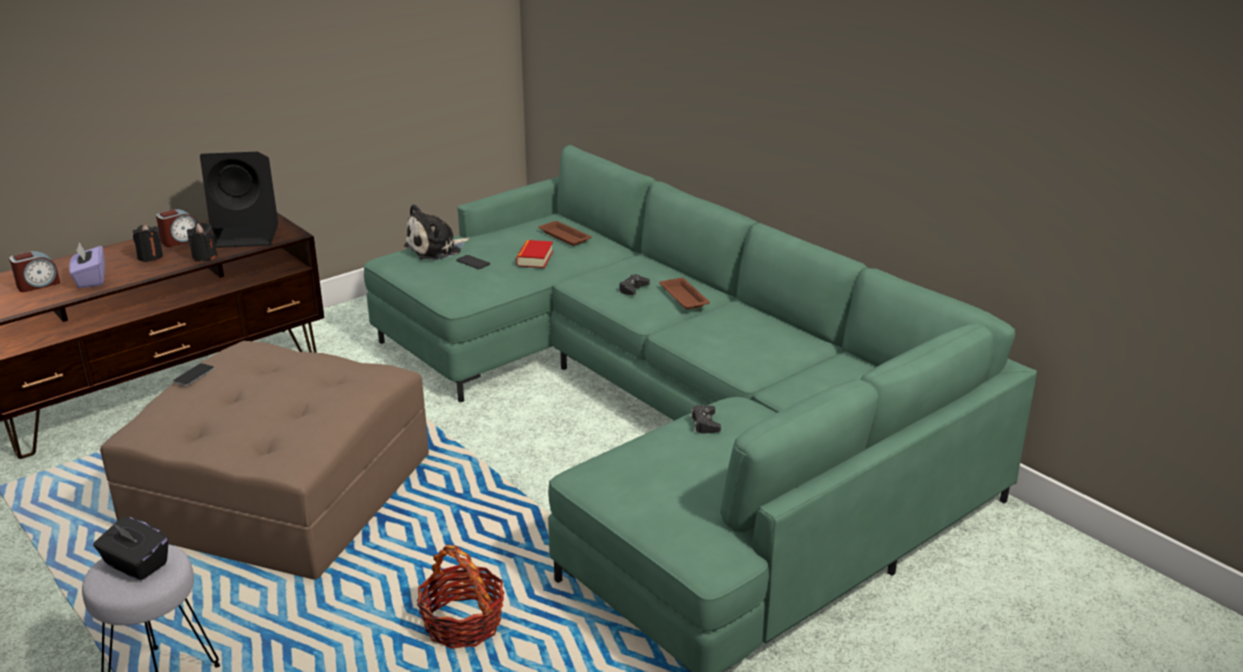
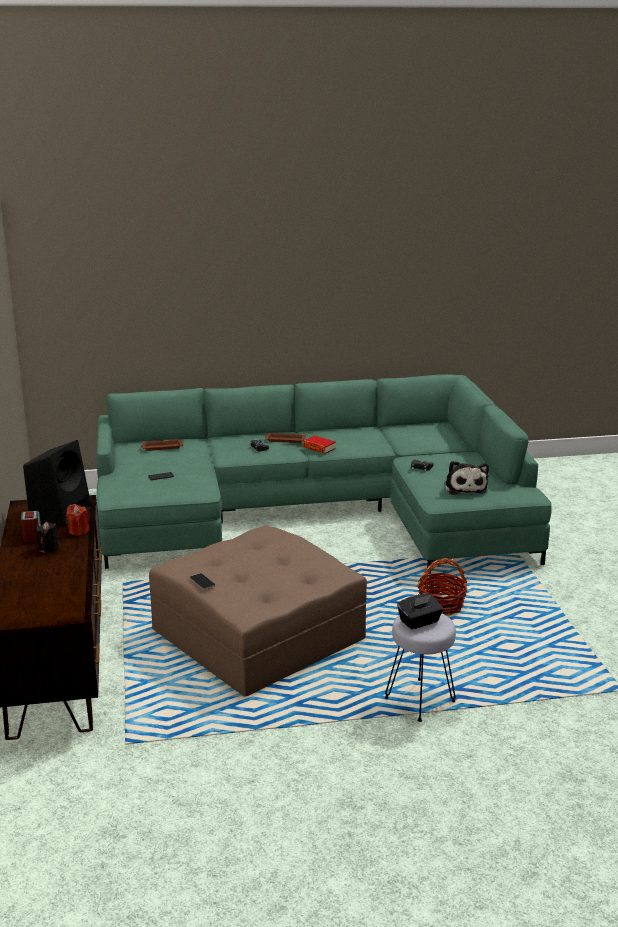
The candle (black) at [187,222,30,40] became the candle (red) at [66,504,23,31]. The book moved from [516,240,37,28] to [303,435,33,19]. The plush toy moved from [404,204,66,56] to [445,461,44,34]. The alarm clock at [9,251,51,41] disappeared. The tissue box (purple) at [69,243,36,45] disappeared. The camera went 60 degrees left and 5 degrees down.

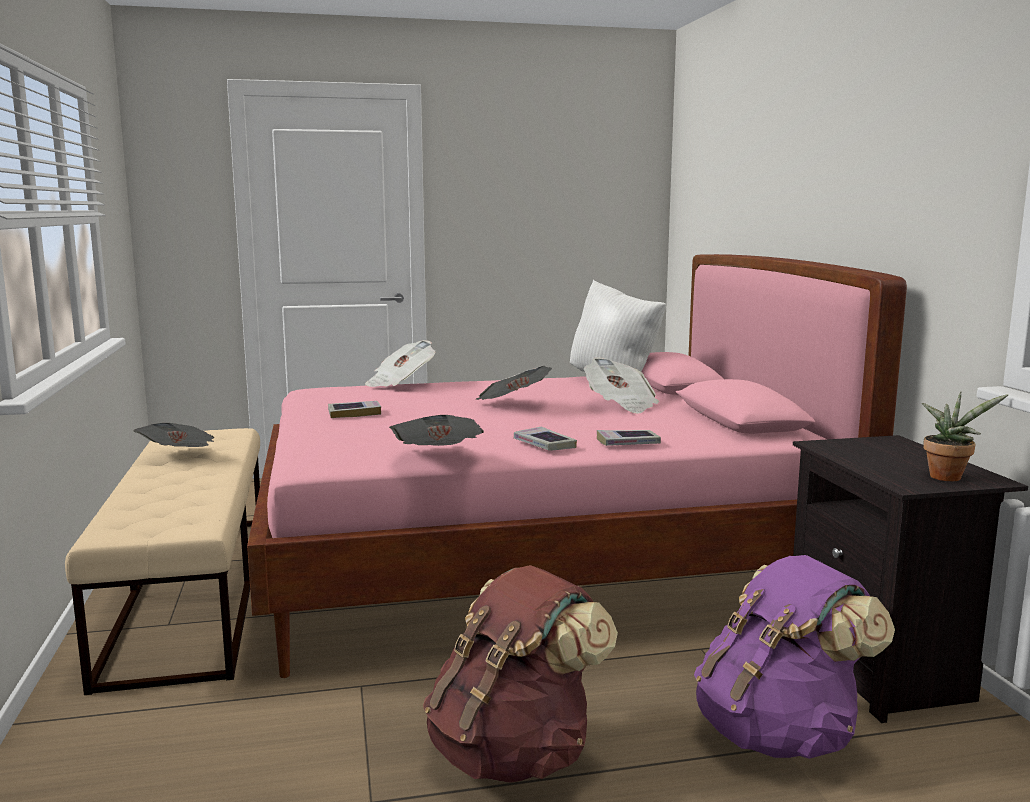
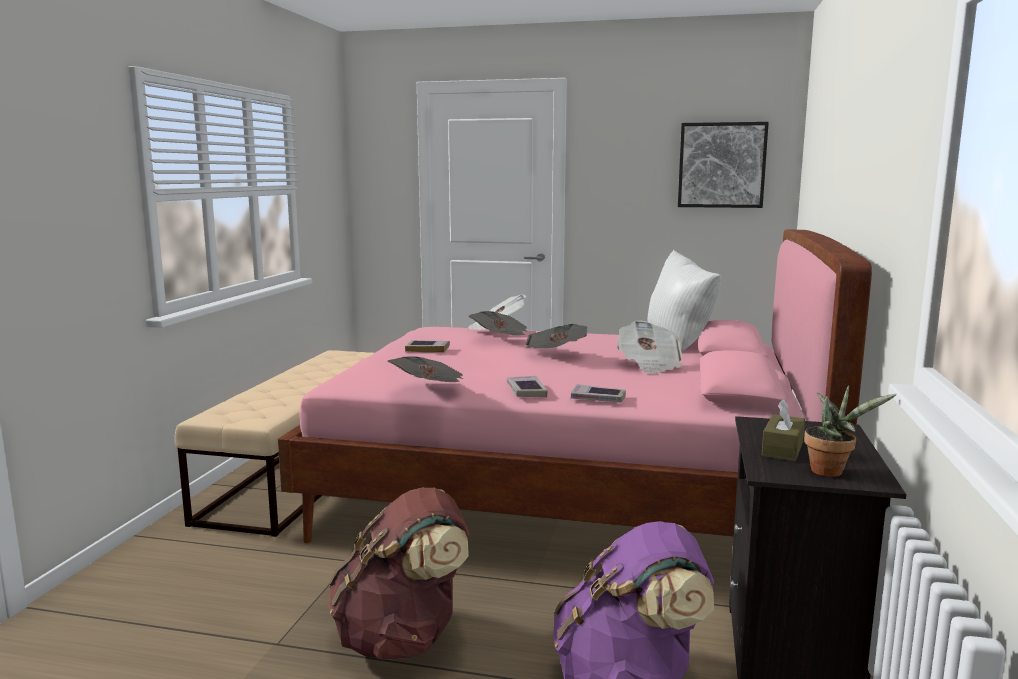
The newspaper moved from [133,423,81,24] to [469,311,58,25]. The picture at [678,122,91,86] appeared. The tissue box (brown) at [761,400,44,61] appeared. The camera went 25 degrees right and 0 degrees up.

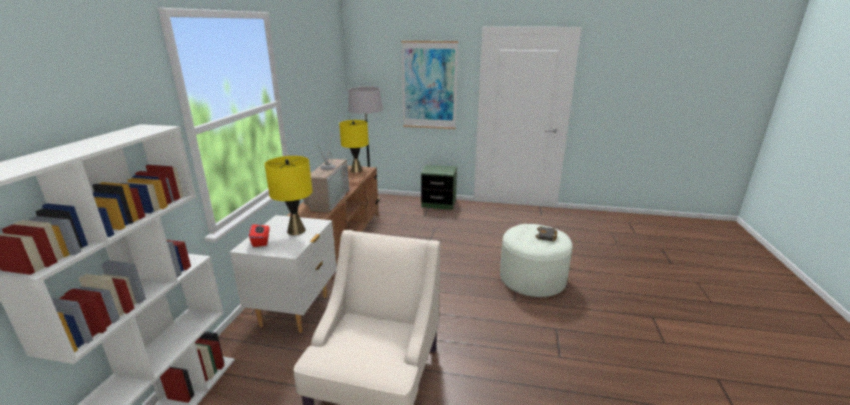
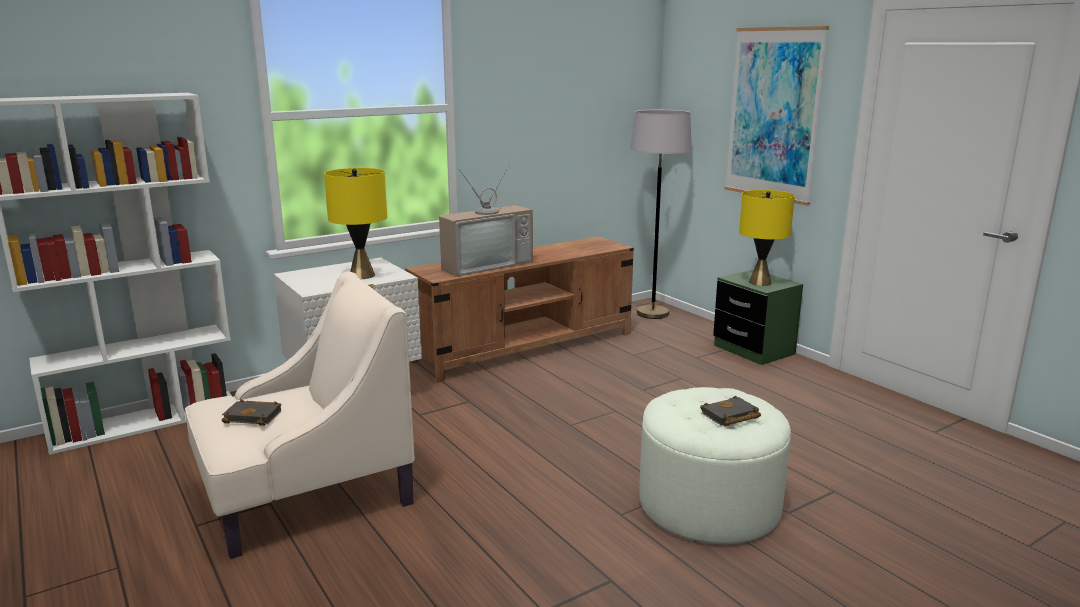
The book (black) at [222,400,59,26] appeared. The table lamp (yellow) moved from [339,120,30,53] to [739,190,56,96]. The tissue box (red) at [249,222,20,25] disappeared. The camera went 45 degrees right and 5 degrees down.

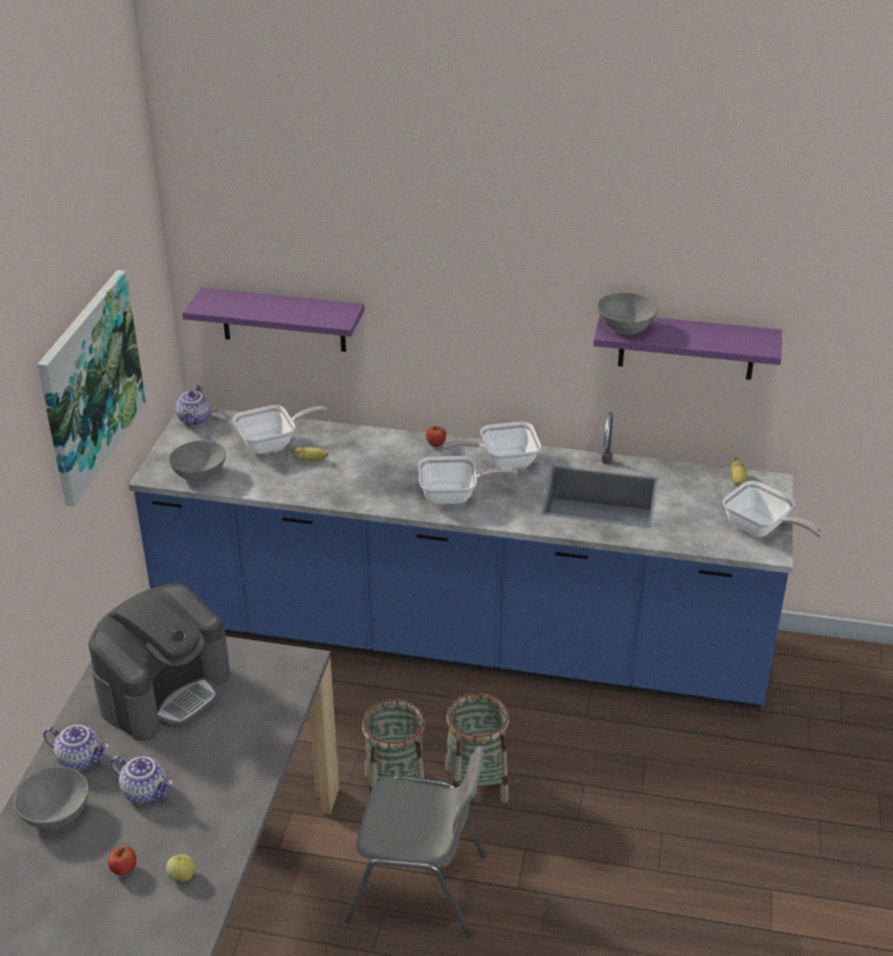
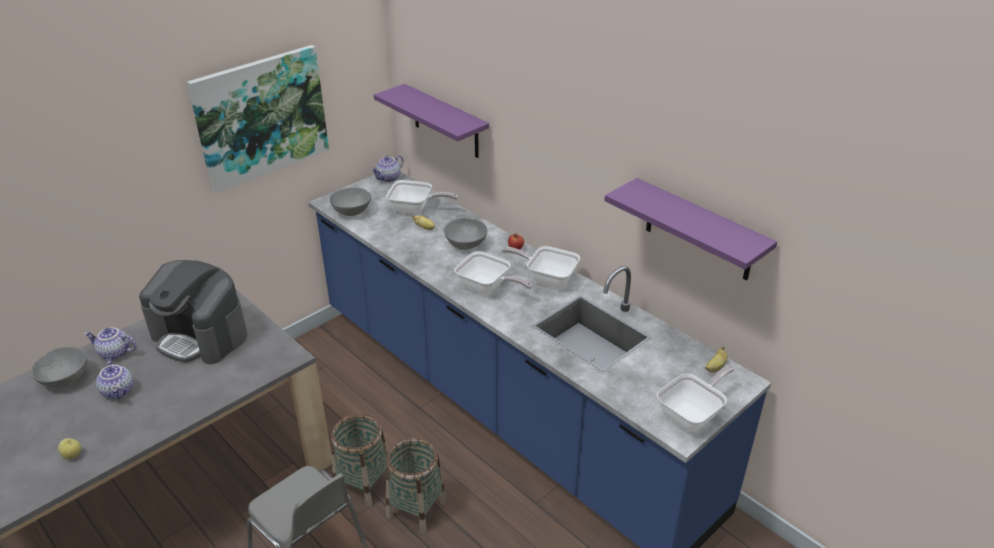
The teapot at [43,725,66,46] turned 135 degrees clockwise. The coffee machine at [89,584,141,157] turned 45 degrees clockwise. The bowl (grey) moved from [597,293,60,41] to [444,218,43,32]. The frying pan at [723,481,100,56] turned 120 degrees counterclockwise. The apple at [108,846,28,30] disappeared. The camera went 35 degrees right and 0 degrees up.

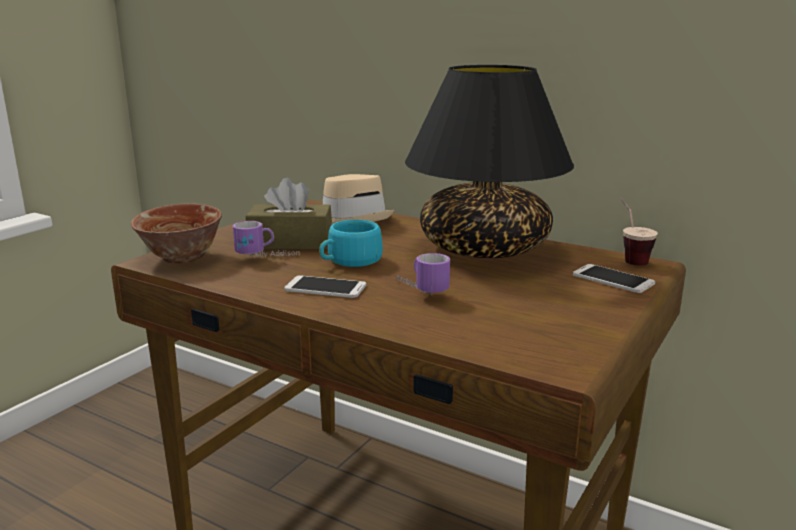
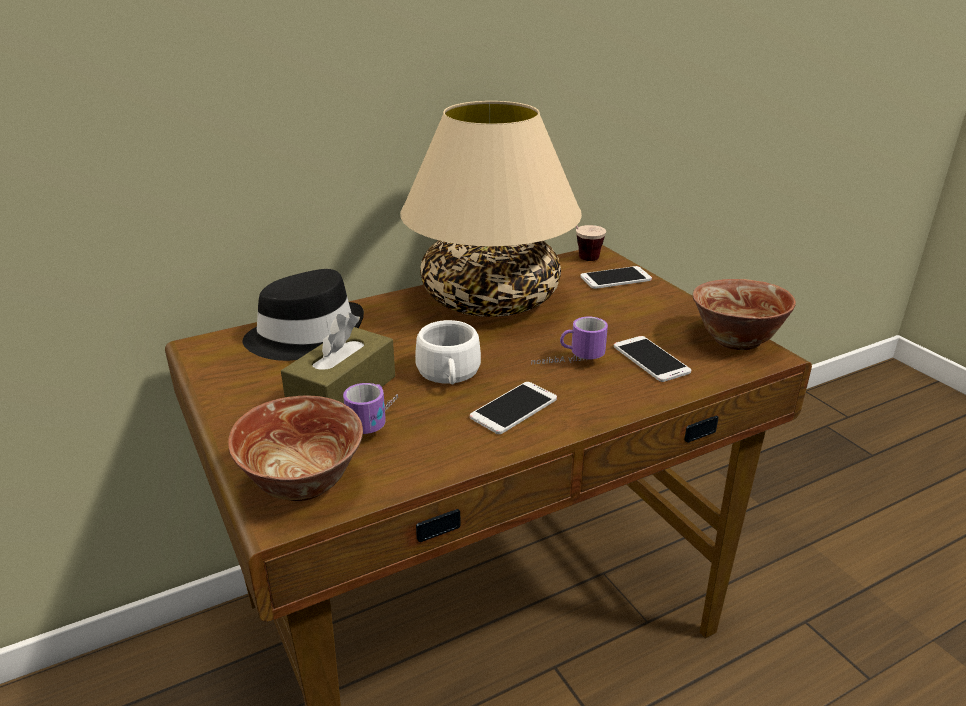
The hat (beige) at [322,174,72,51] became the hat (black) at [242,269,122,92]. The table lamp (black) at [405,65,169,193] became the table lamp (beige) at [400,101,182,216]. The cup (turquoise) at [319,220,64,47] became the cup (white) at [415,320,66,65]. The phone at [614,336,77,46] appeared. The bowl at [693,279,103,71] appeared. The camera went 60 degrees left and 10 degrees up.

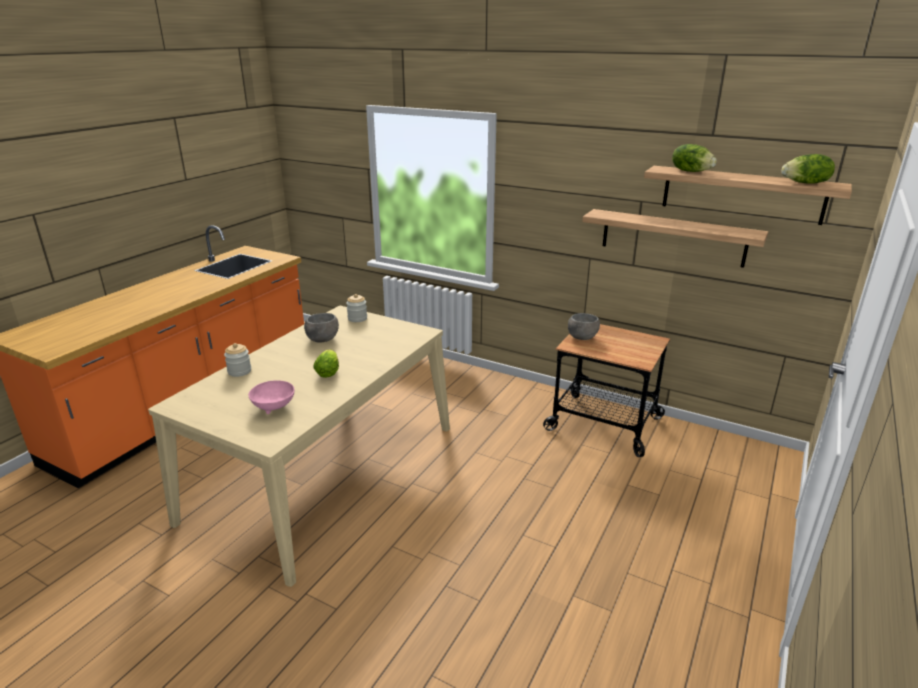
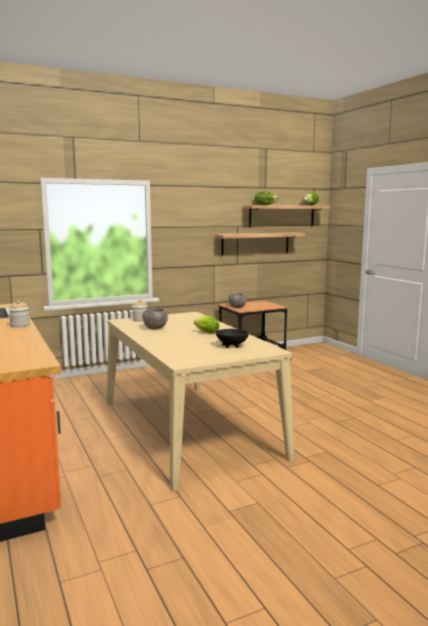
The jar moved from [224,343,27,34] to [9,300,21,28]. The bowl (pink) at [248,380,46,34] became the bowl (black) at [216,329,33,19]. The camera went 55 degrees left and 15 degrees down.

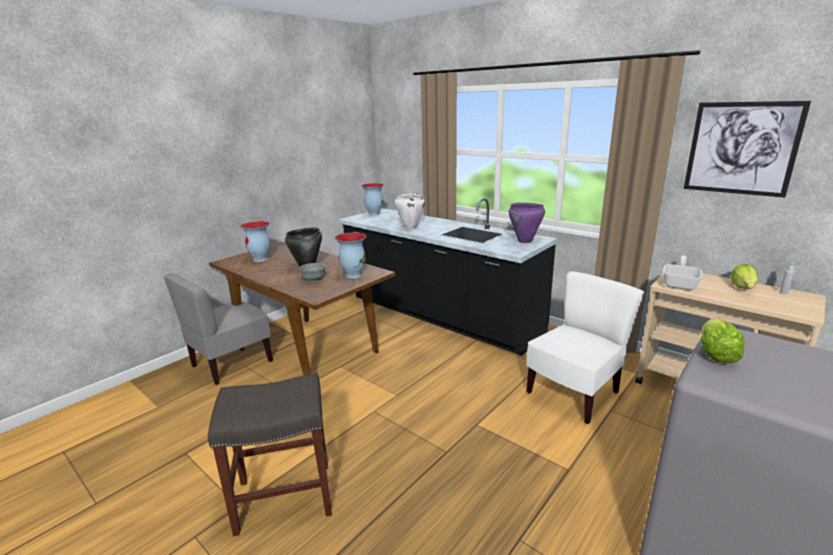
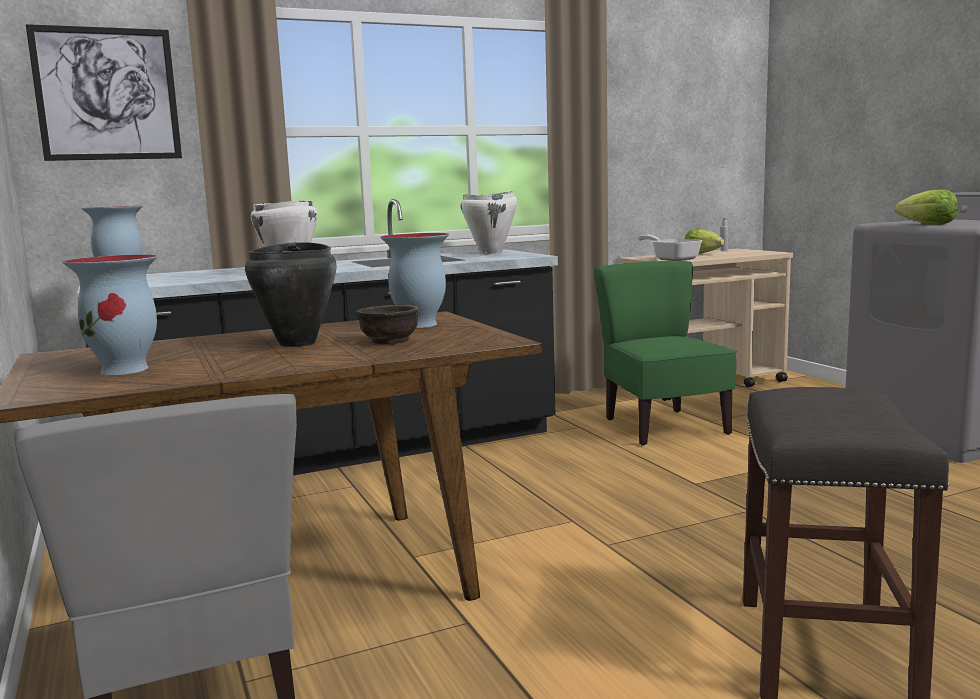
The picture moved from [684,101,127,97] to [26,24,156,137]. The bowl (grey) at [299,263,27,19] became the bowl (brown) at [356,305,63,39]. The cooking pot (purple) at [509,203,36,40] became the cooking pot (white) at [461,191,56,63]. The chair (white) at [526,271,118,153] became the chair (green) at [594,261,143,185]. The camera went 65 degrees left and 10 degrees down.

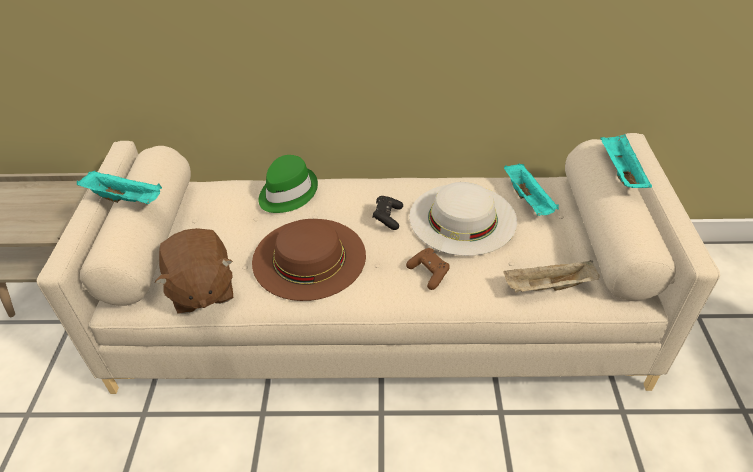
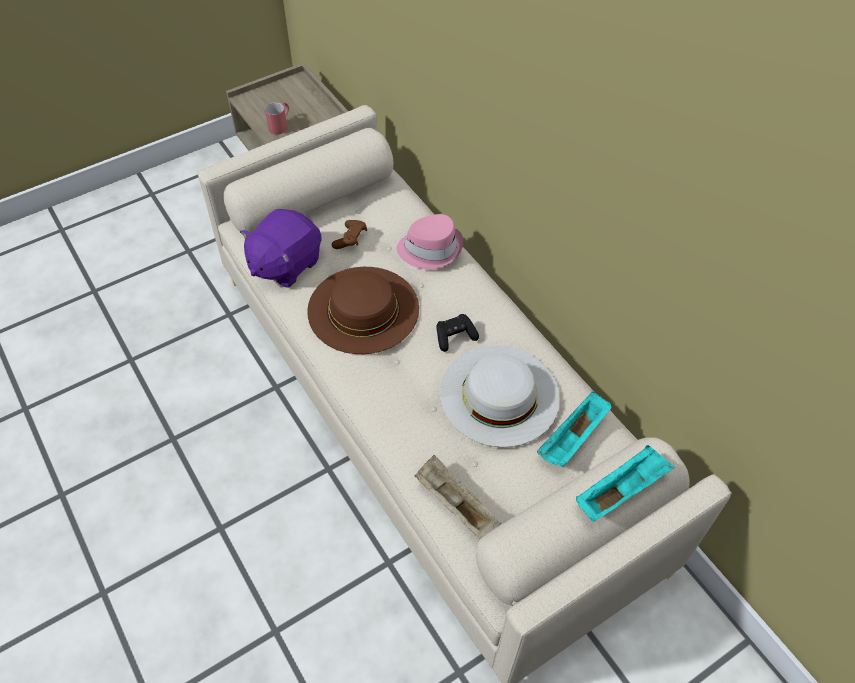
The plush toy (brown) at [155,228,78,86] became the plush toy (purple) at [240,209,82,79]. The mug (red) at [265,102,24,32] appeared. The game controller (brown) moved from [406,248,44,42] to [332,220,35,29]. The hat (green) at [259,155,59,58] became the hat (pink) at [397,214,66,55]. The tray (turquoise) at [77,170,85,34] disappeared. The camera went 55 degrees right and 10 degrees up.

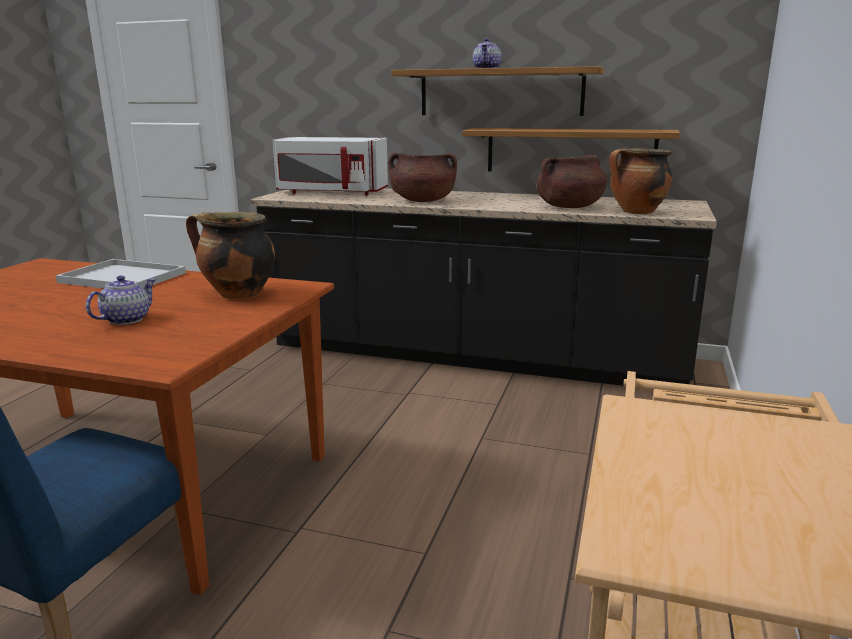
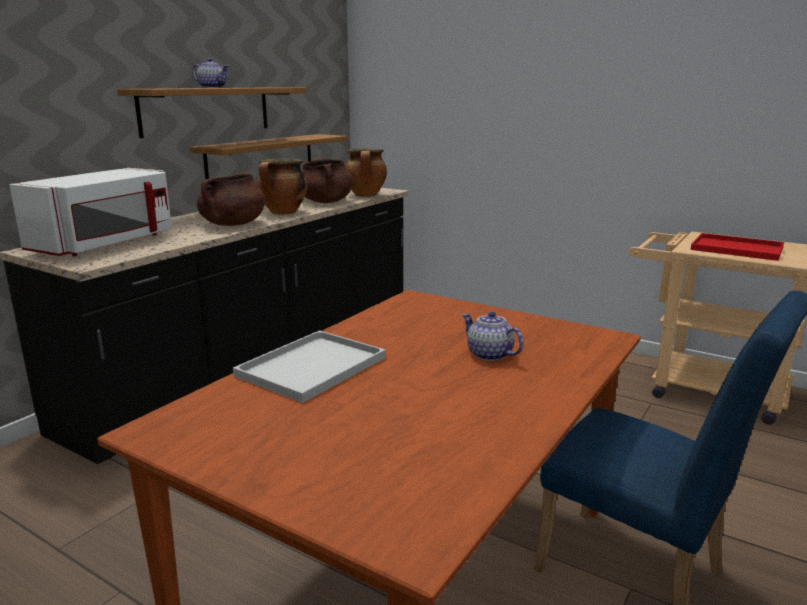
The cooking pot moved from [186,212,89,87] to [257,159,50,56]. The tray (red) at [690,233,94,28] appeared. The camera went 75 degrees left and 0 degrees up.

